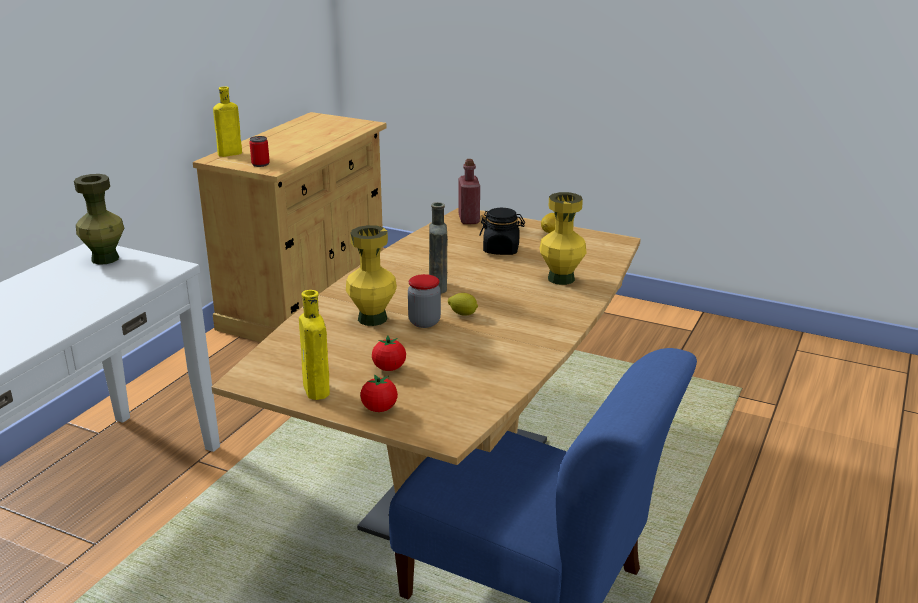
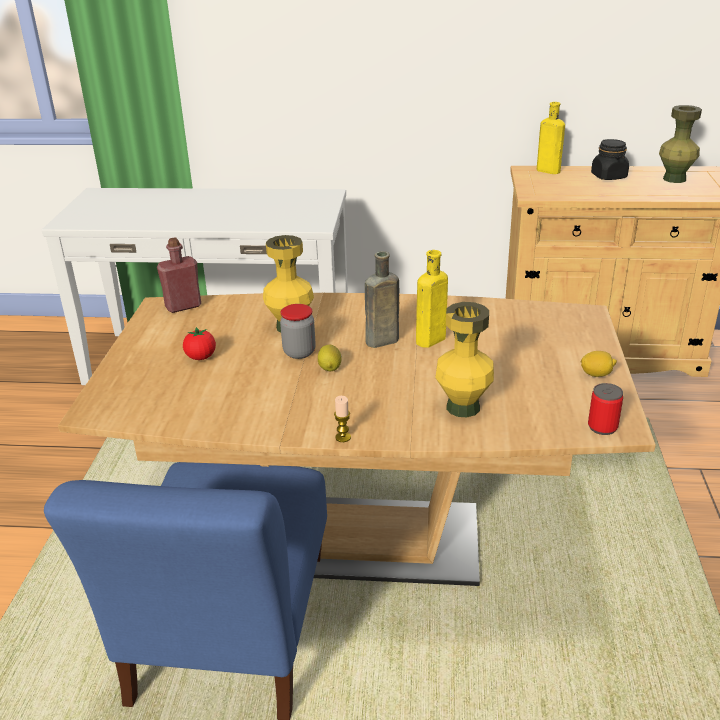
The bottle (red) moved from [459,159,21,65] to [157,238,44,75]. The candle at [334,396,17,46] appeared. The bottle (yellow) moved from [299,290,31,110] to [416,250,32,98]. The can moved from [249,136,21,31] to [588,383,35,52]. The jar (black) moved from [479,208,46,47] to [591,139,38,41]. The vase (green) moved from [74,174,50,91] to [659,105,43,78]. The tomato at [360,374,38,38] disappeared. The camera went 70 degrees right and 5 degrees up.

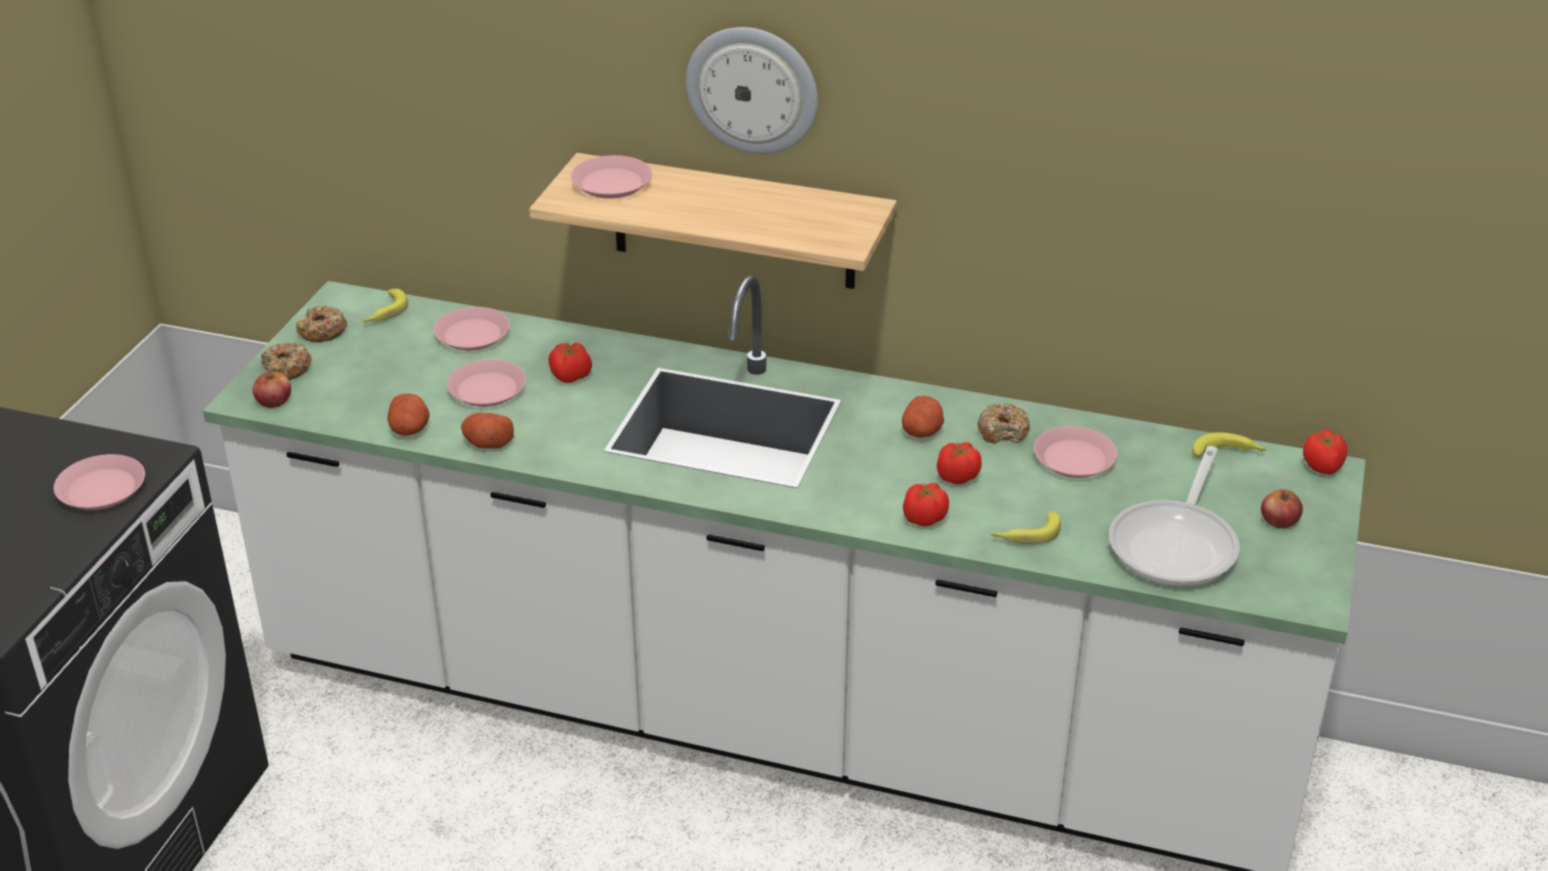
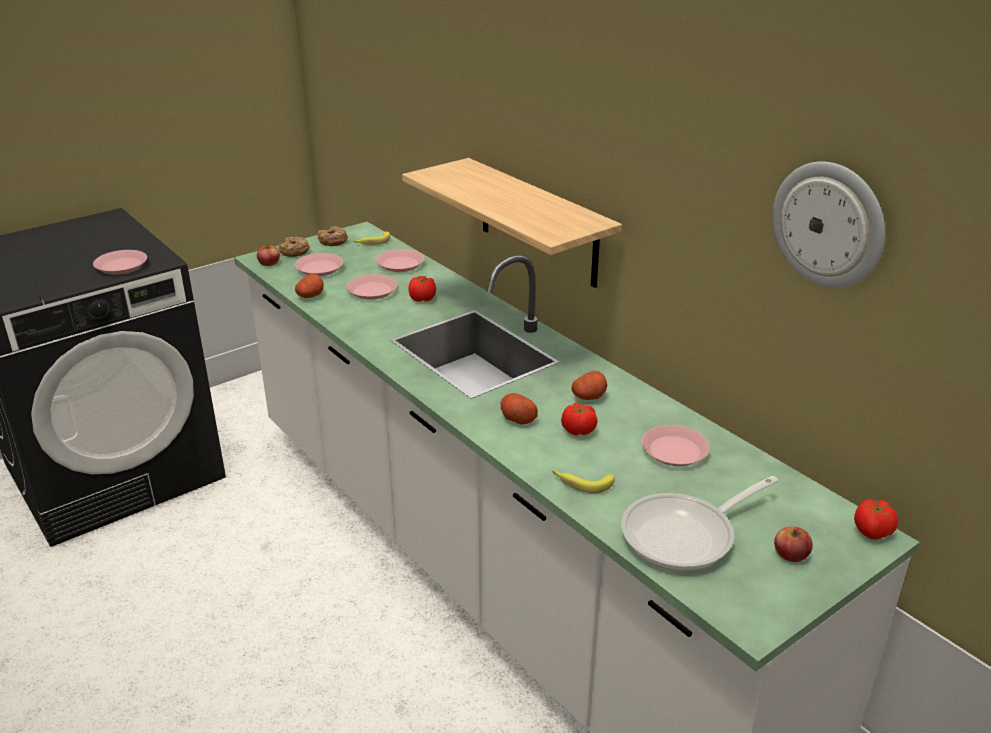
The plate (pink) moved from [571,155,81,44] to [295,253,49,23]. The potato moved from [461,413,53,35] to [500,393,38,32]. The wall clock moved from [686,27,132,127] to [772,161,113,127]. The tomato at [903,482,46,44] disappeared. The donut at [977,403,53,41] disappeared. The banana at [1192,432,75,25] disappeared. The camera went 35 degrees right and 5 degrees down.

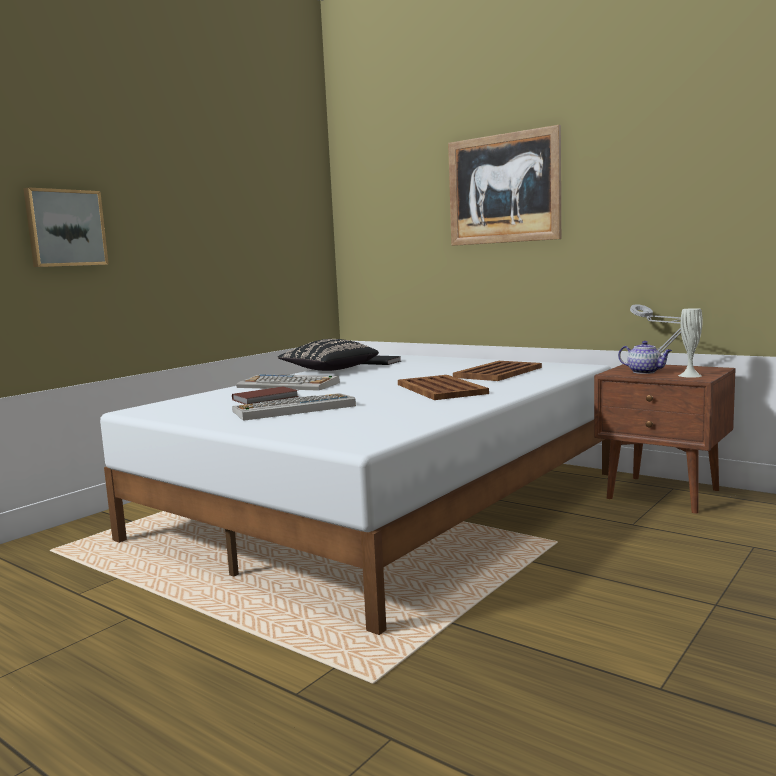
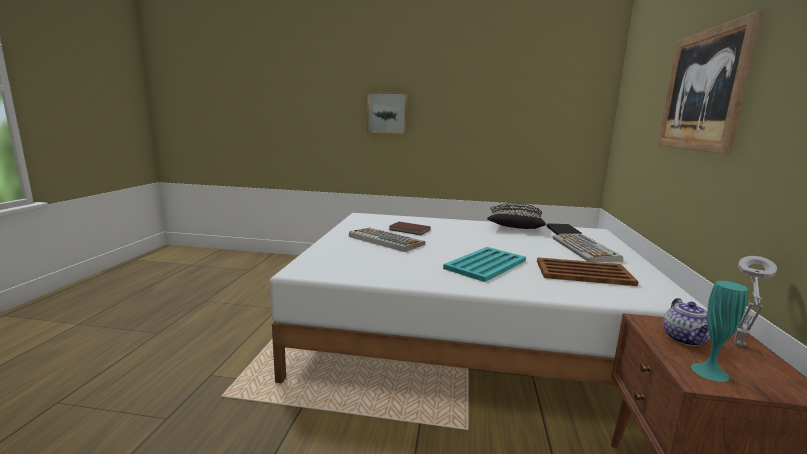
The tray (brown) at [398,375,91,25] became the tray (turquoise) at [443,247,83,35]. The keyboard moved from [236,374,104,17] to [552,234,71,28]. The vase (white) at [678,308,24,70] became the vase (turquoise) at [691,281,57,101]. The camera went 60 degrees right and 5 degrees up.

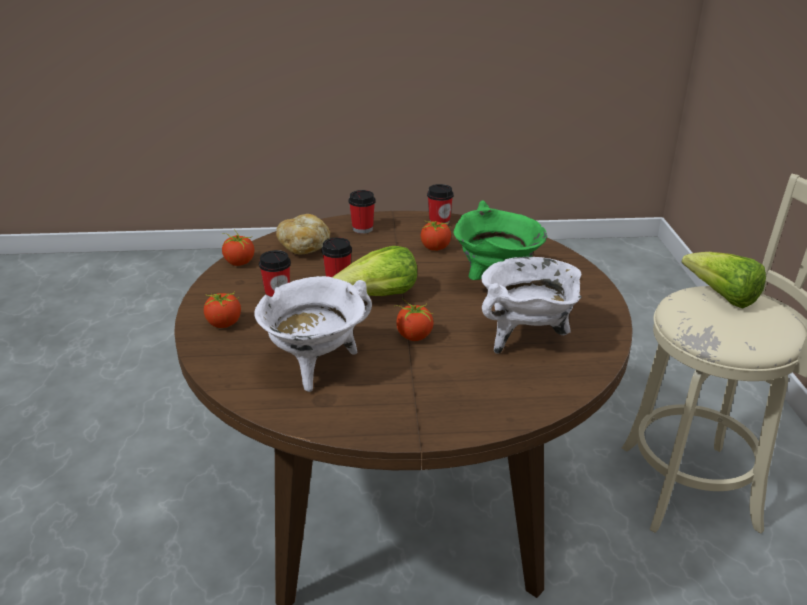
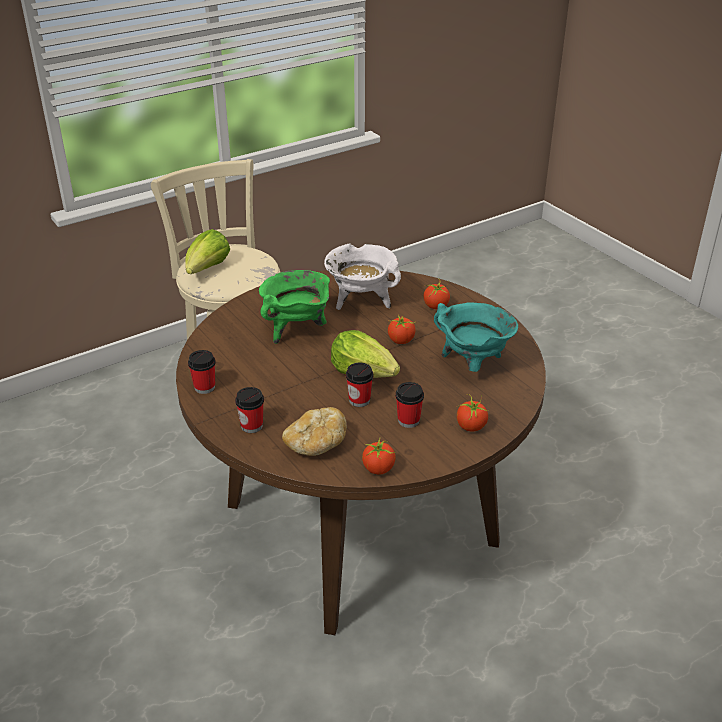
The tomato moved from [421,220,30,31] to [423,278,27,31]. The cooking pot (white) at [254,276,118,116] became the cooking pot (turquoise) at [434,303,84,69]. The camera went 120 degrees left and 5 degrees up.

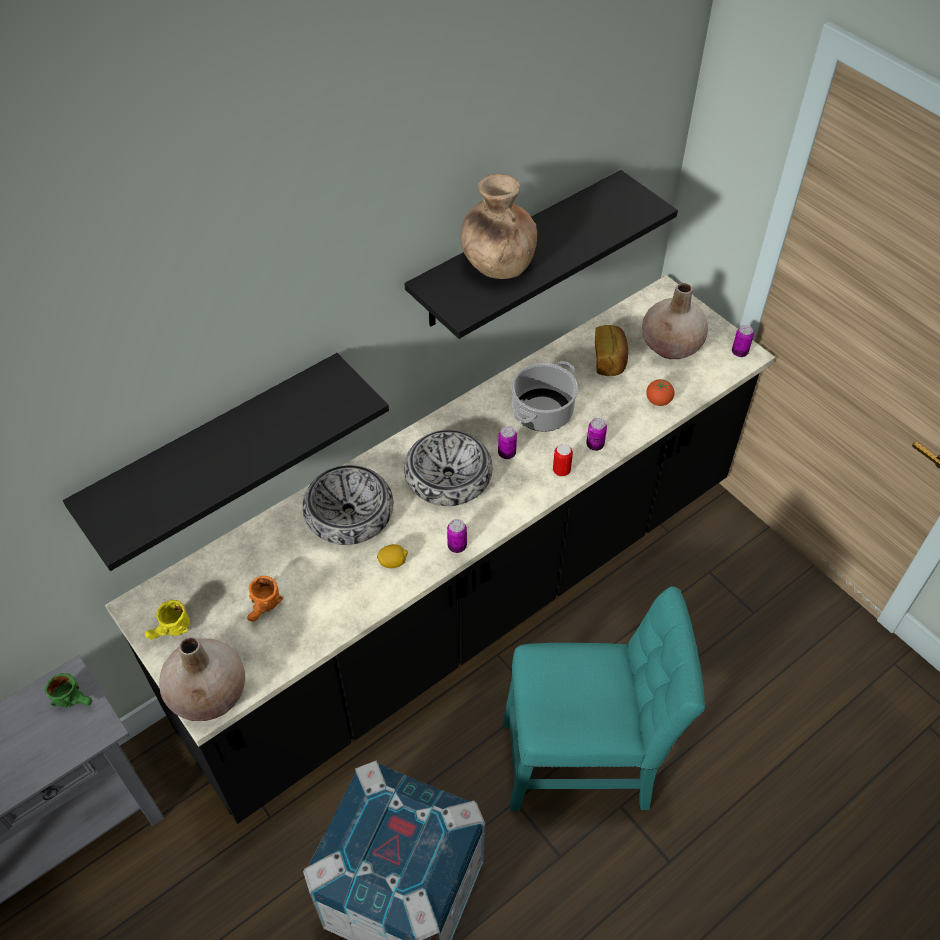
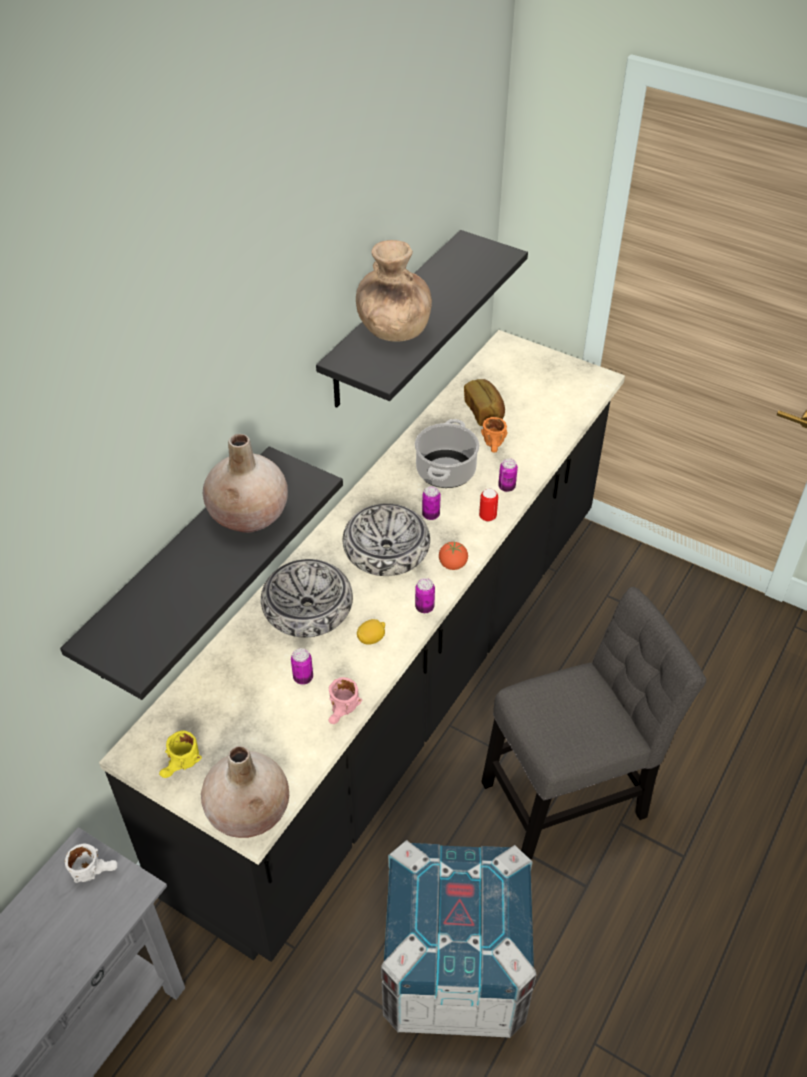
The mug (green) at [45,673,47,34] became the mug (white) at [65,843,53,40]. The vase (beige) moved from [642,283,66,76] to [203,434,85,99]. The can moved from [732,325,22,32] to [291,648,22,37]. The mug (pink) at [328,677,34,47] appeared. The tomato moved from [646,379,28,27] to [439,541,29,29]. The mug (orange) moved from [247,576,36,46] to [481,417,27,36]. The chair (turquoise) at [503,586,202,225] became the chair (grey) at [481,587,225,272]. The camera went 20 degrees left and 5 degrees down.

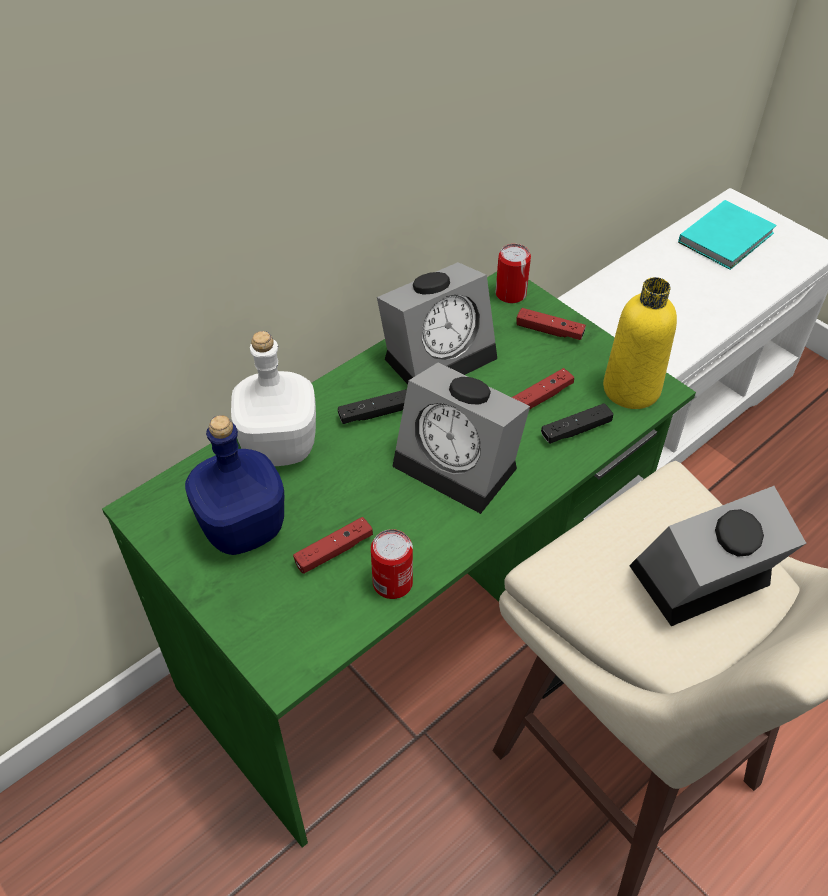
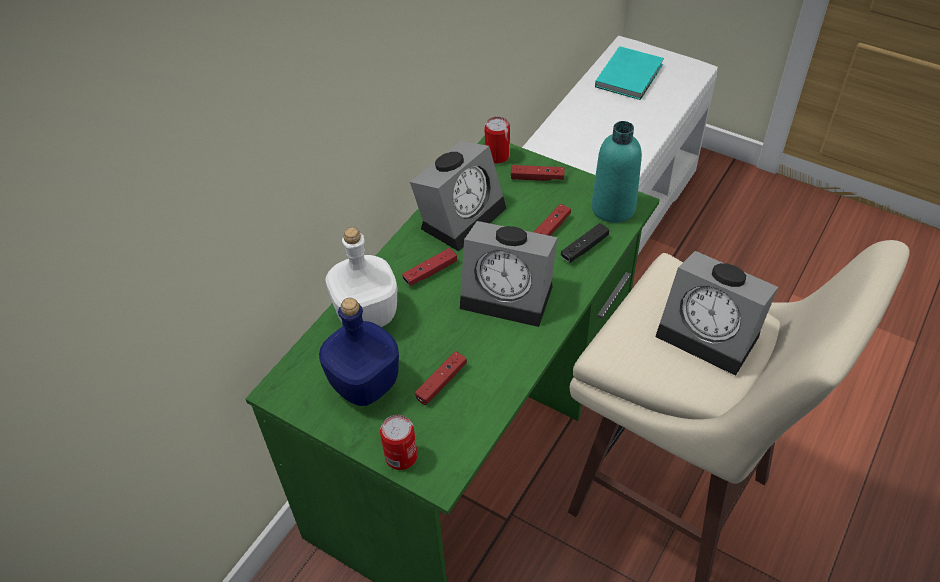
The can moved from [371,529,42,70] to [380,415,37,55]. The game controller (black) at [338,389,69,35] became the game controller (red) at [402,248,55,38]. The bottle (yellow) at [603,277,74,132] became the bottle (turquoise) at [591,121,51,102]. The alarm clock at [629,486,177,140] turned 105 degrees counterclockwise. The camera went 15 degrees left and 0 degrees up.

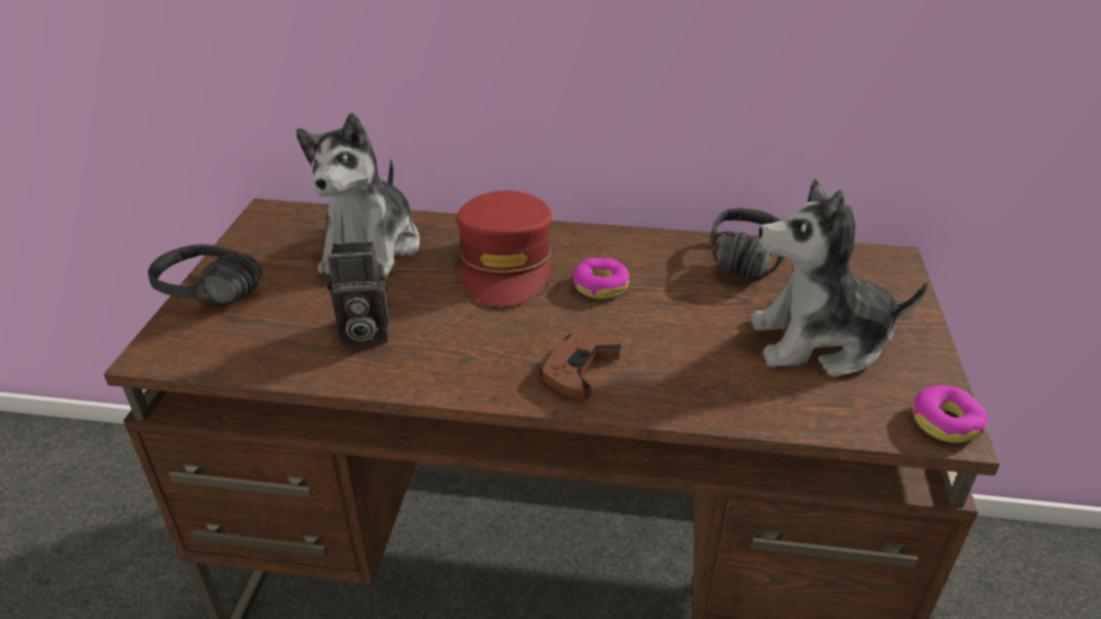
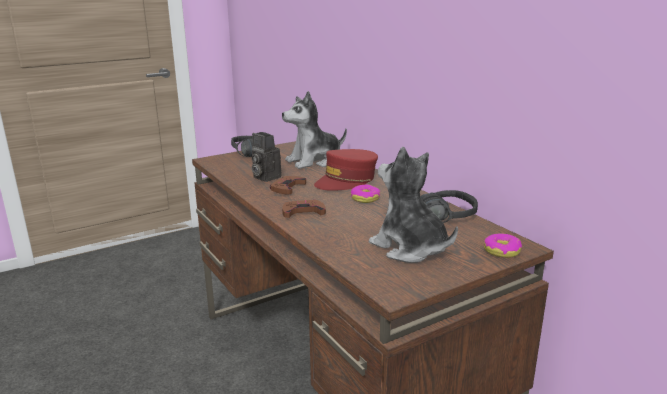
The game controller (brown) at [270,176,36,19] appeared. The donut moved from [913,385,75,58] to [484,234,38,24]. The camera went 50 degrees right and 15 degrees down.

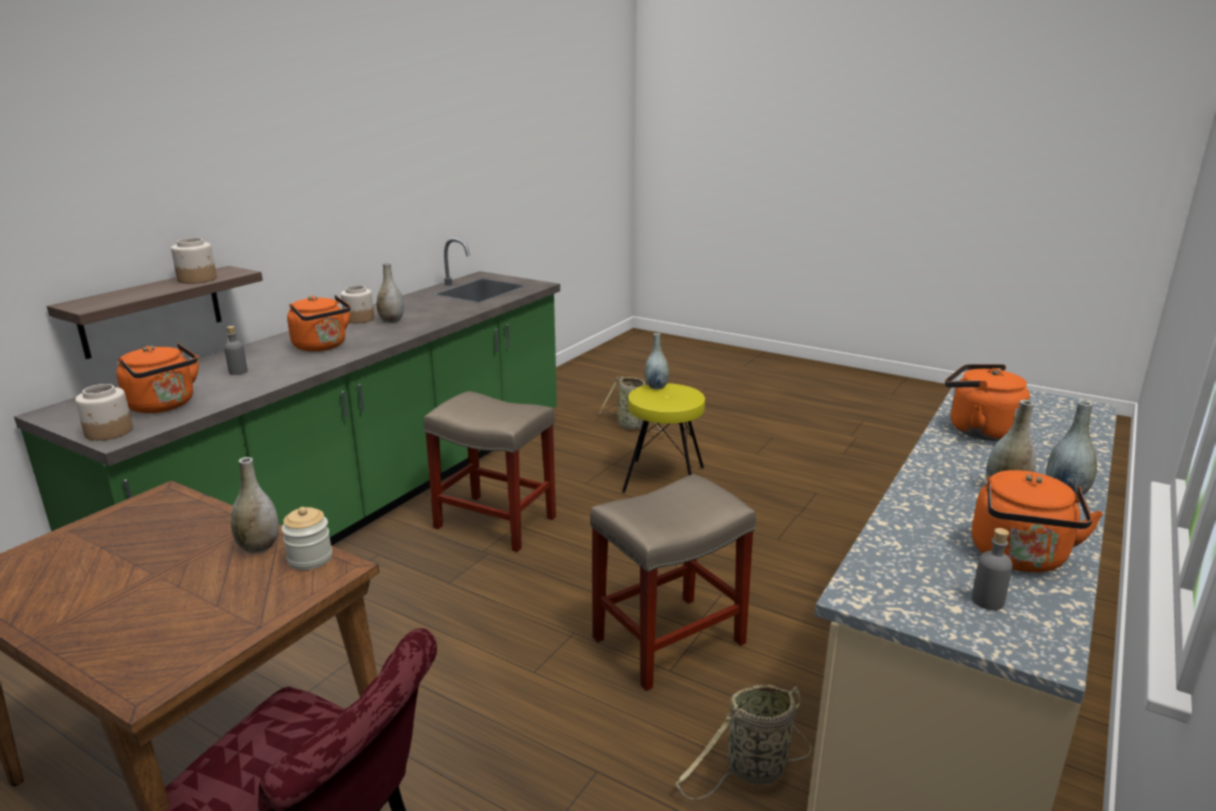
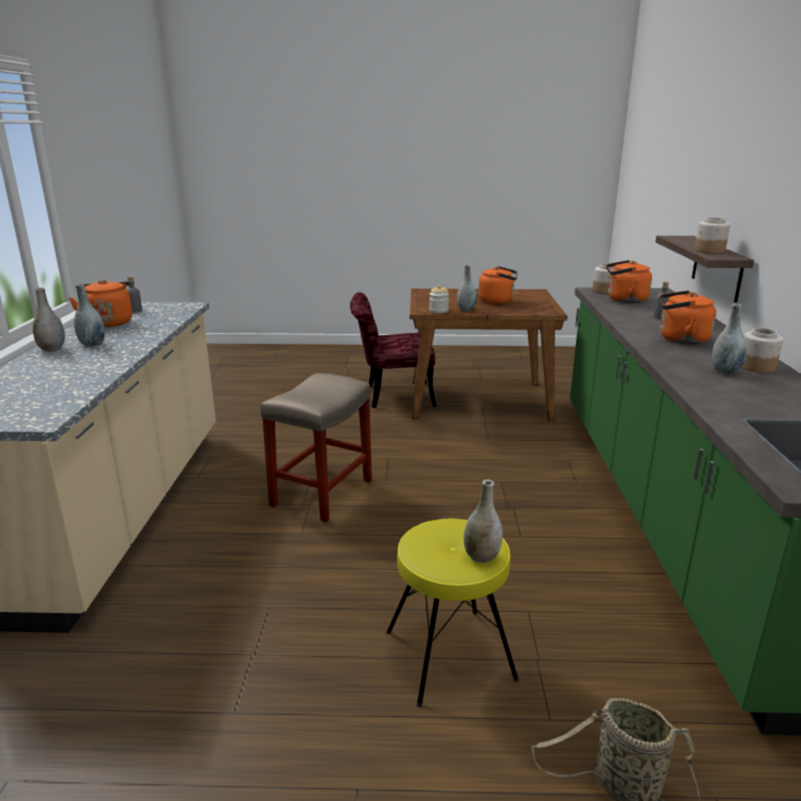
The kettle (orange) moved from [945,364,85,77] to [478,266,39,38]. The stool (beige) at [424,391,132,161] disappeared. The basket at [676,685,135,114] disappeared. The camera went 150 degrees right and 0 degrees up.

